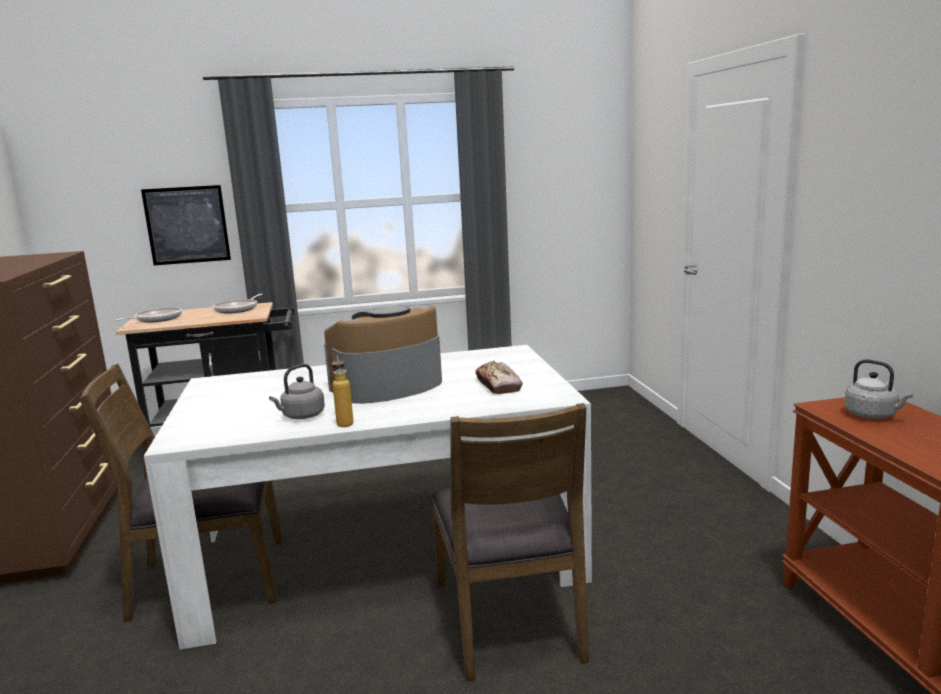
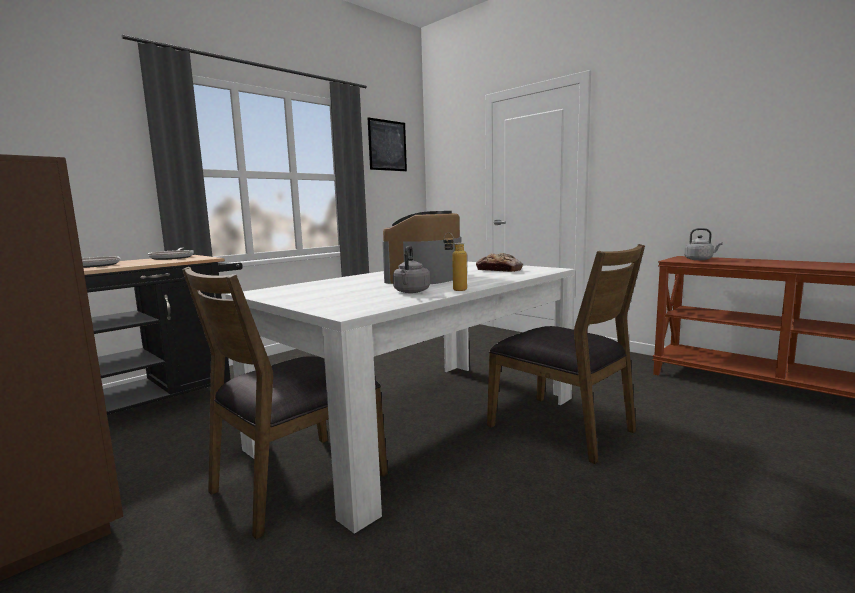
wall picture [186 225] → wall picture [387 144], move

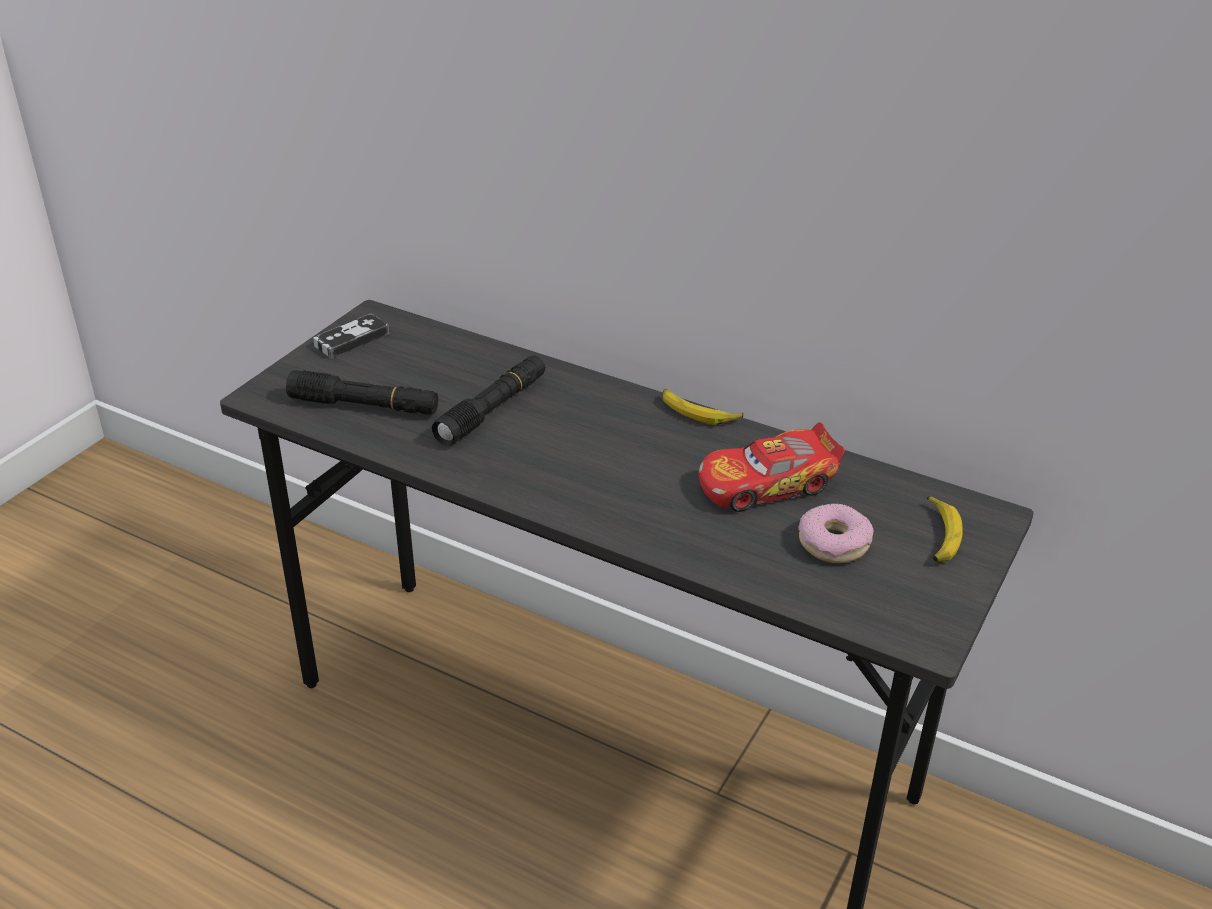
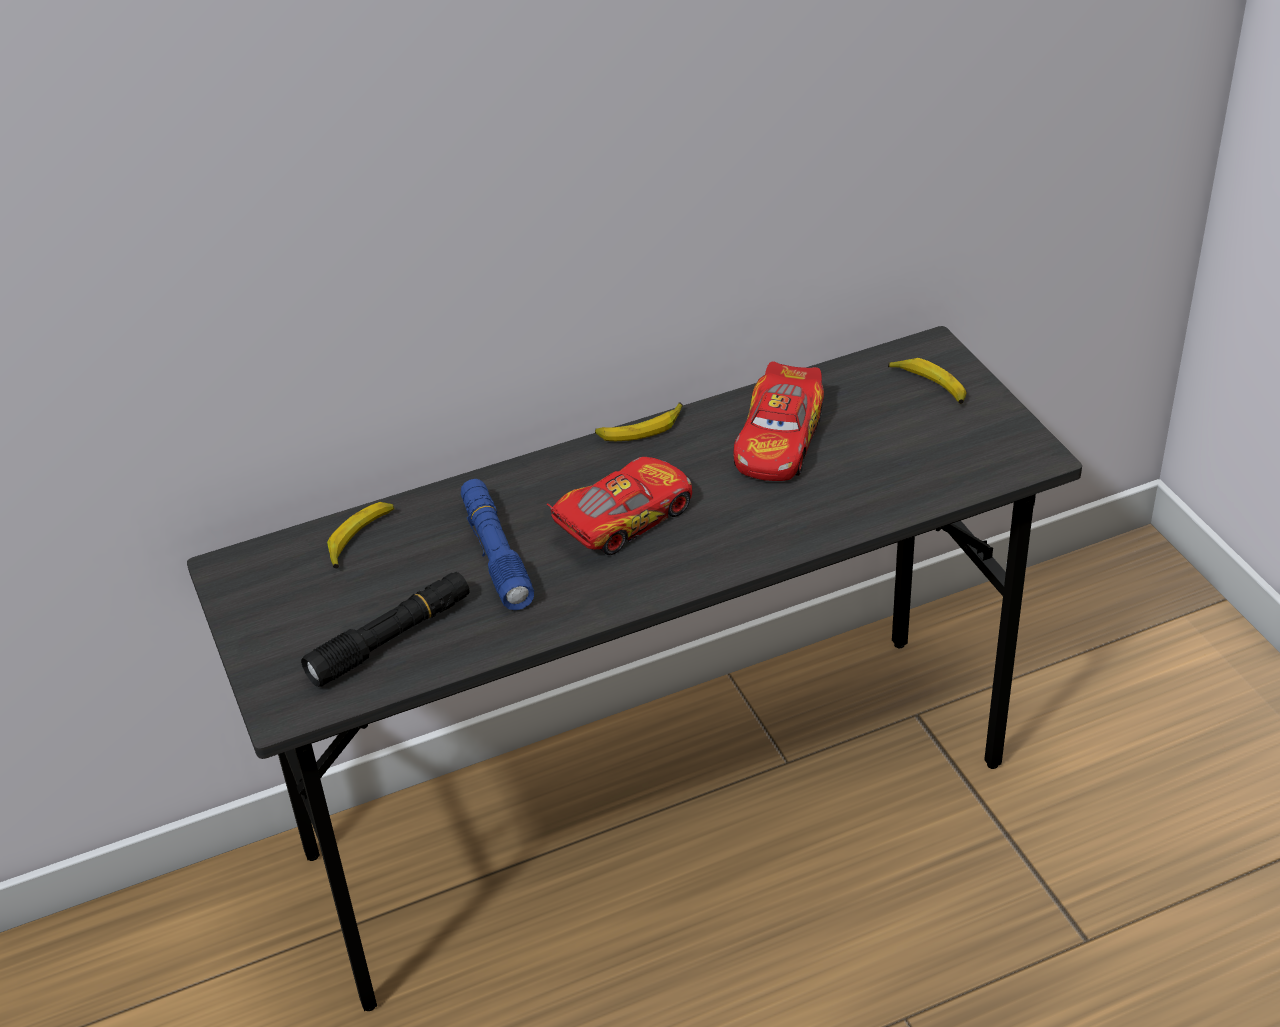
gamepad [351 336] → -
black flashlight [488 401] → blue flashlight [497 544]
ring doughnut [836 533] → -
- → toy car [619 506]
- → whole banana [361 535]

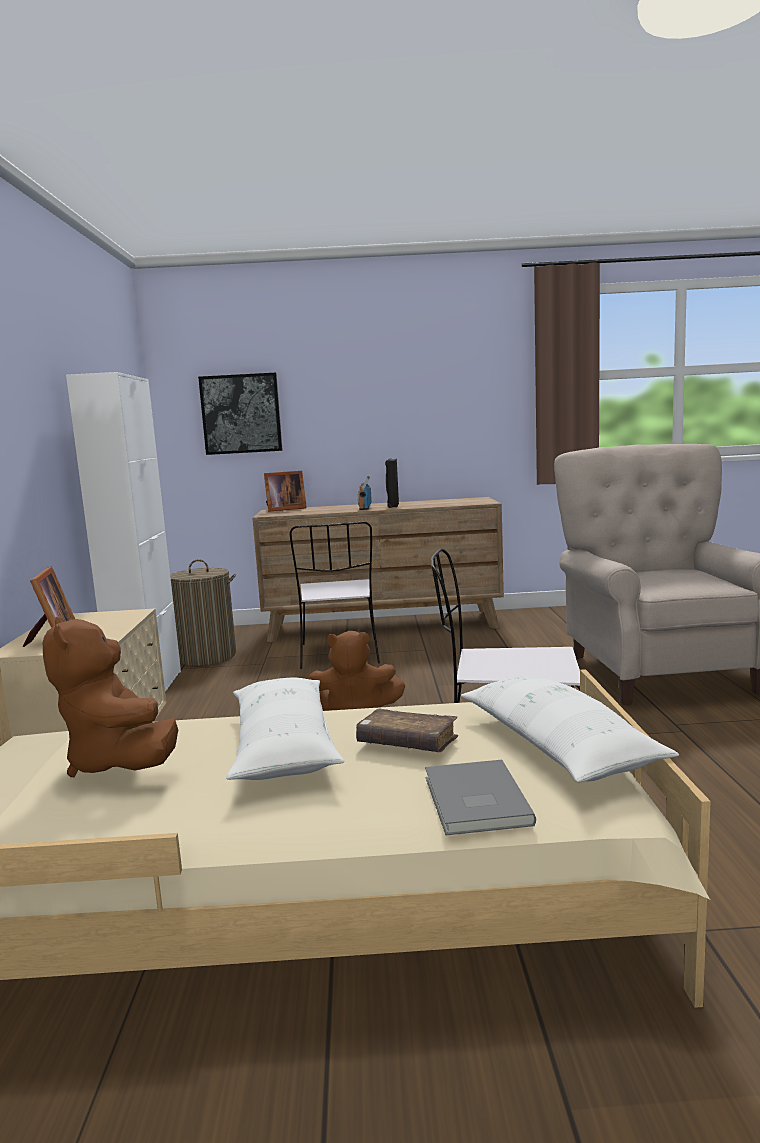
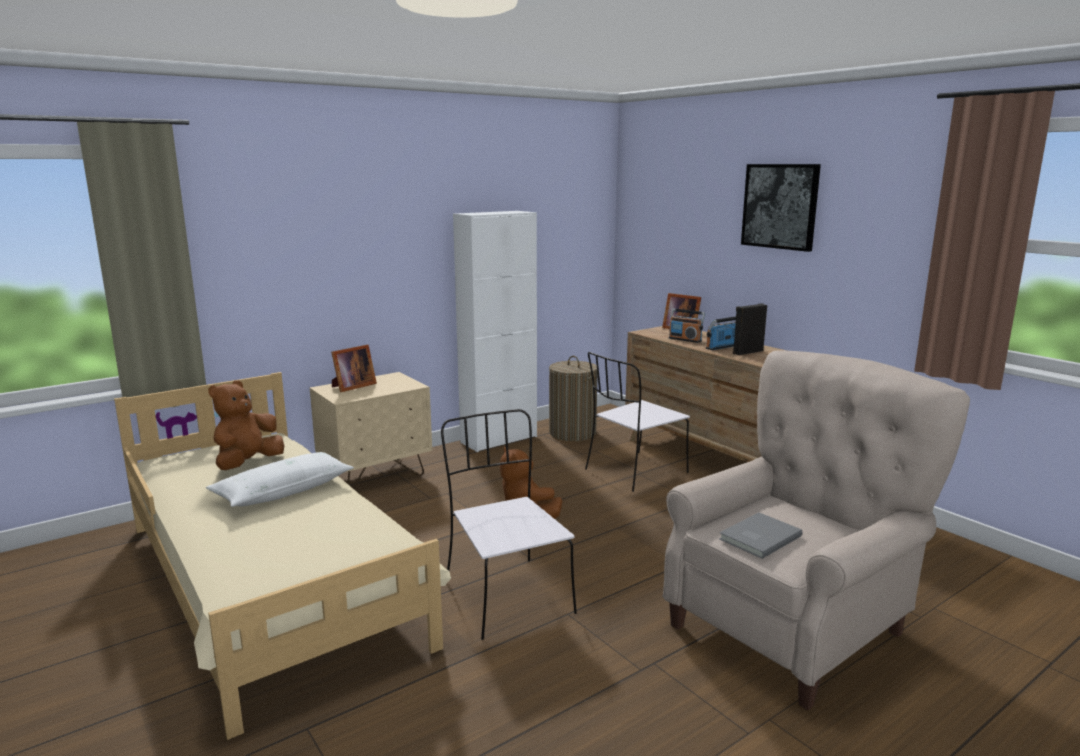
wall picture [240 414] → wall picture [781 208], move
white-coloured pillow [570 729] → -
brown-coloured volume [407 730] → -
greyish volume [480 797] → greyish volume [761 535], move
- → radio set [687 325]

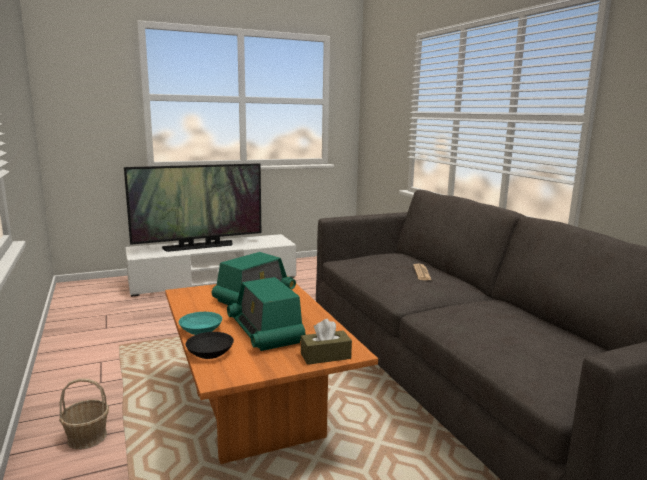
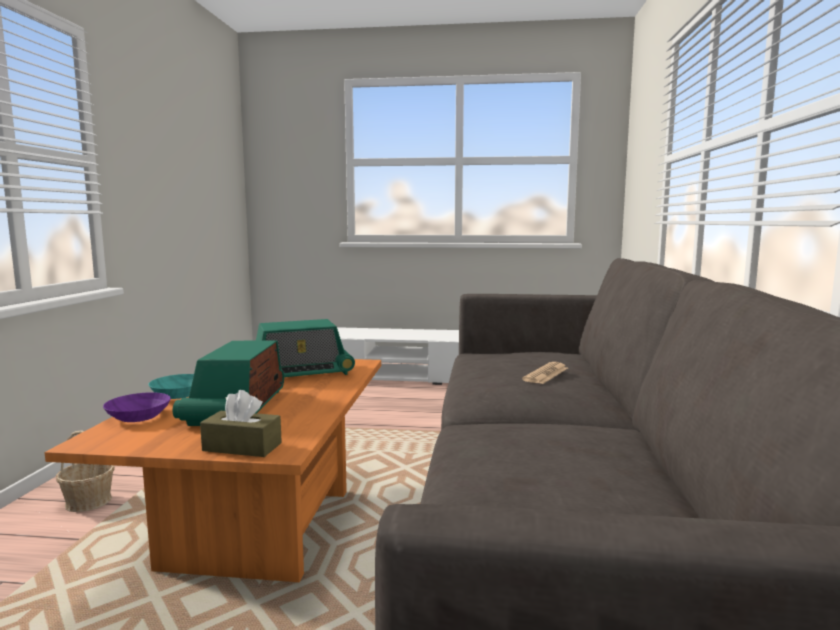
TV set [192 207] → -
black serving bowl [209 345] → purple serving bowl [137 407]

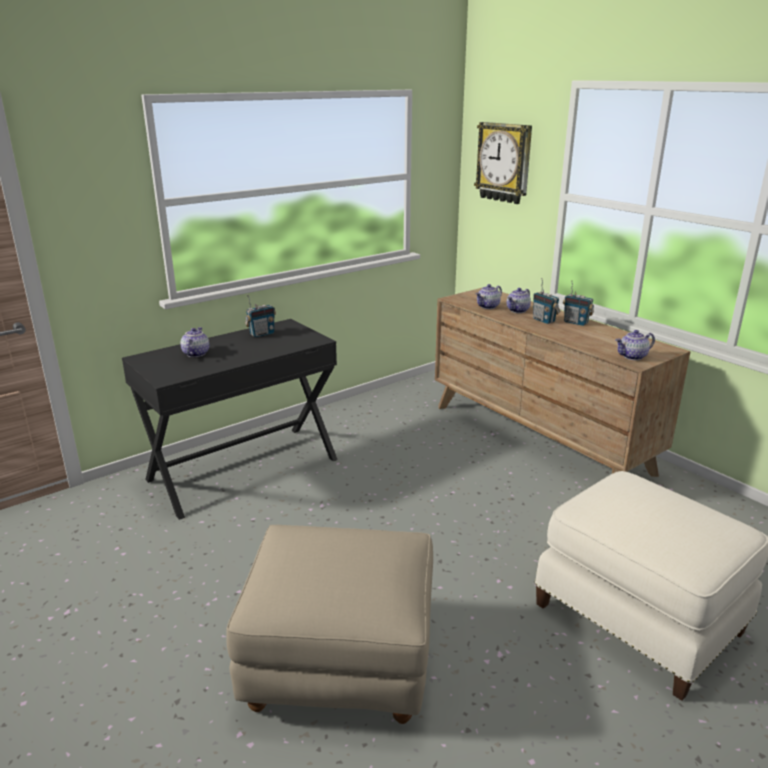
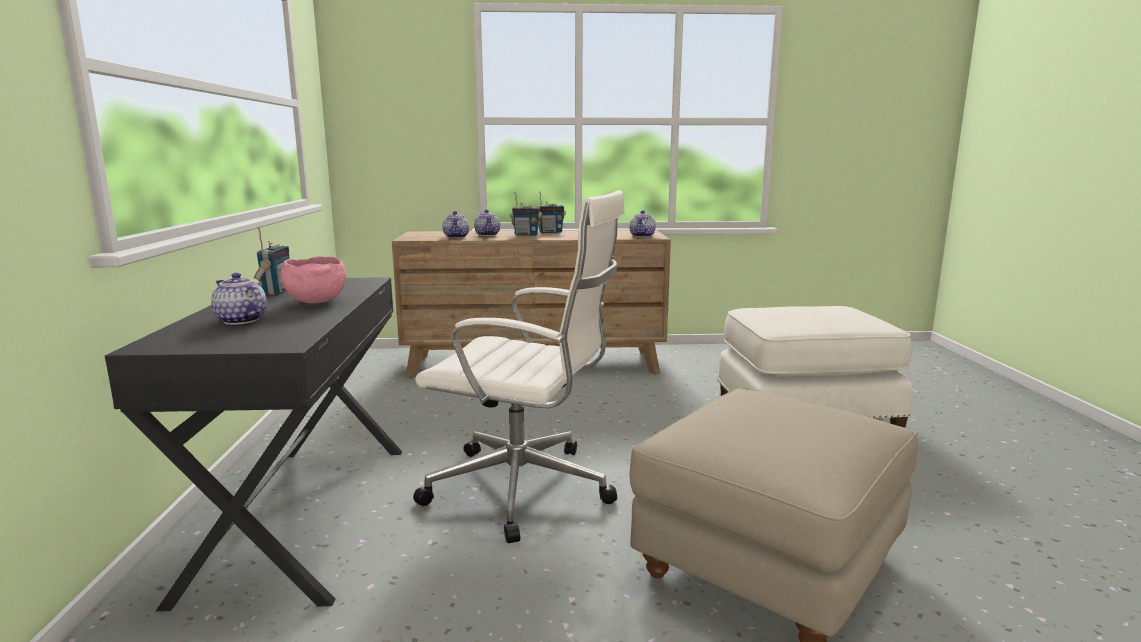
wall clock [503 163] → -
- → white-coloured desk chair [519 366]
- → pink-coloured serving bowl [313 279]

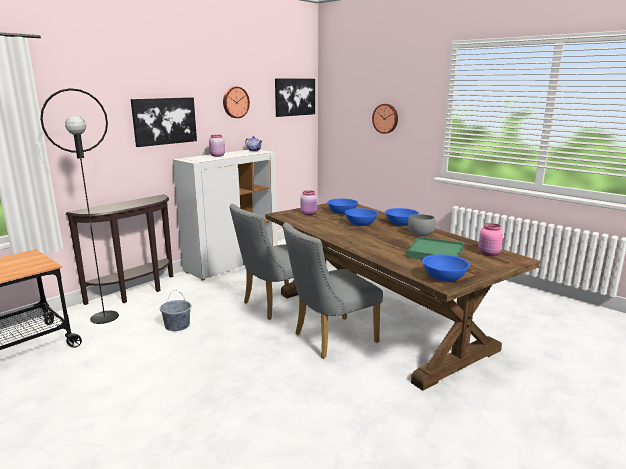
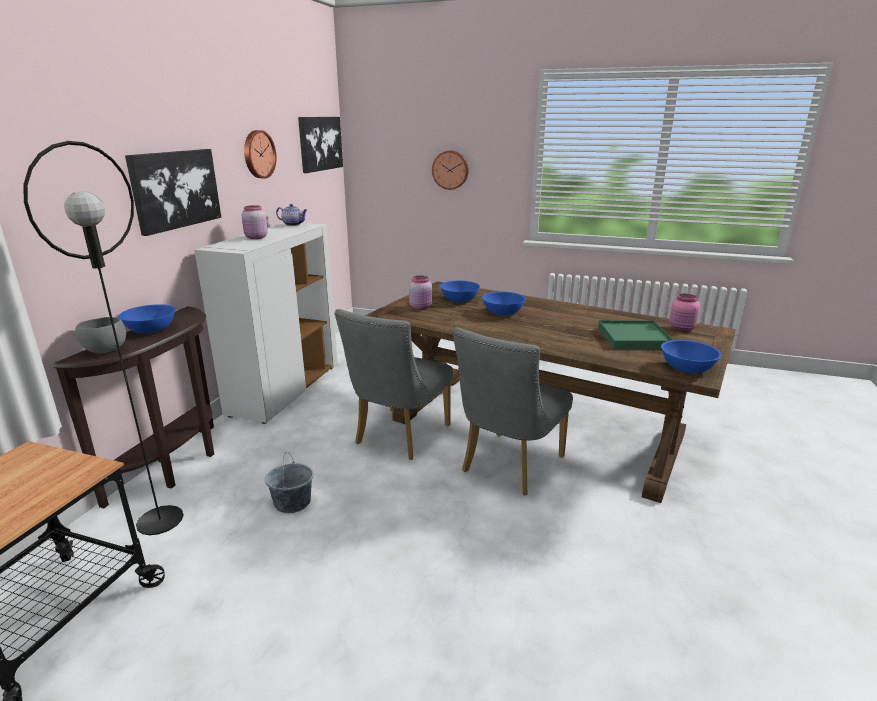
blue serving bowl [402 217] → blue serving bowl [147 319], move
greyish serving bowl [422 225] → greyish serving bowl [100 335], move

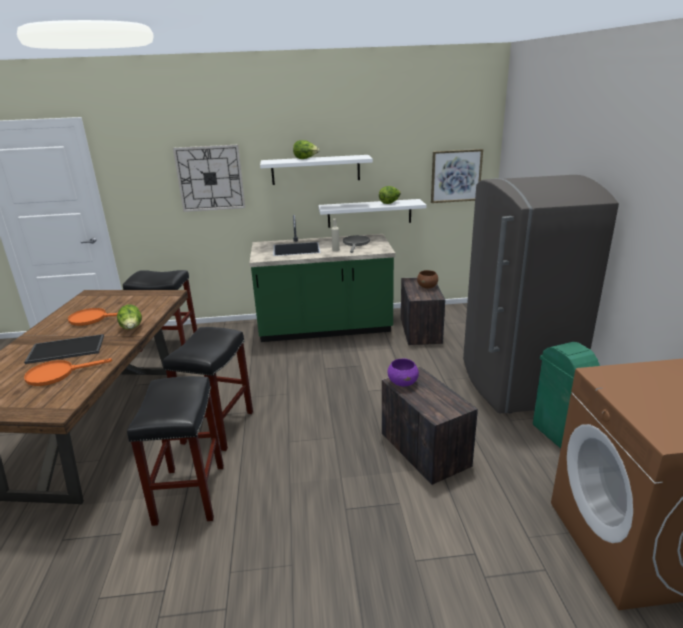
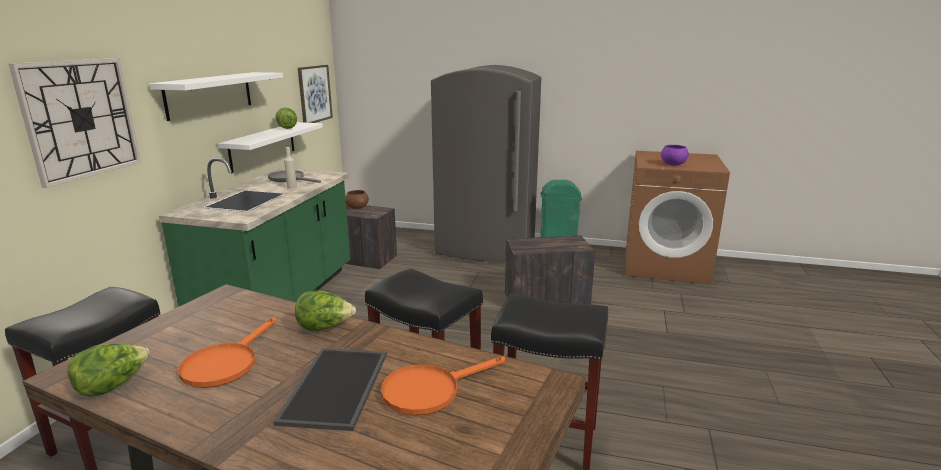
lettuce [306 149] → lettuce [108 370], move
orange frying pan [68 372] → orange frying pan [443 386], 60 degrees clockwise
purple serving bowl [403 372] → purple serving bowl [675 155], move

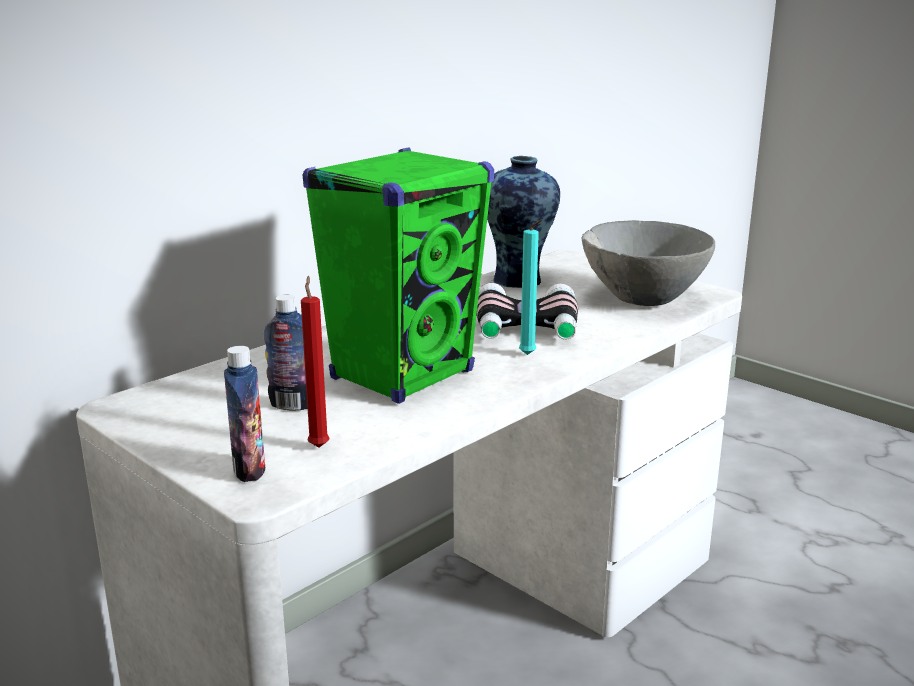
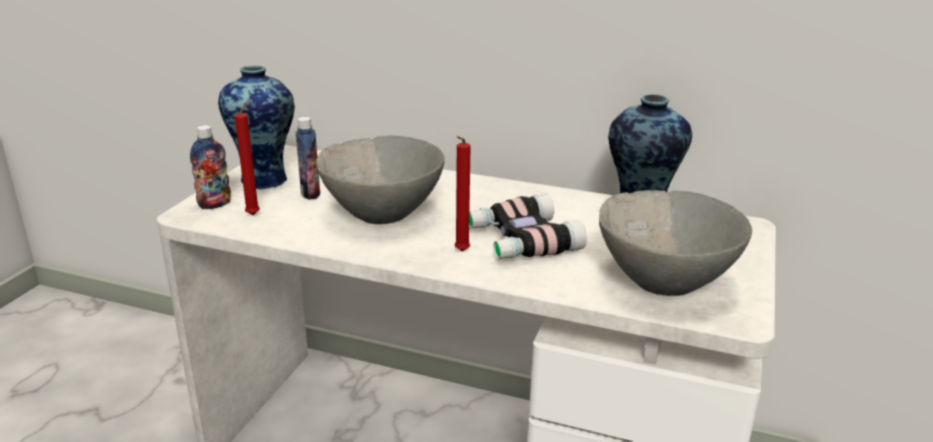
greenish loudspeaker [398 275] → greyish serving bowl [380 179]
turquoise wax candle [530 287] → red-coloured wax candle [463 193]
- → vase [256 128]

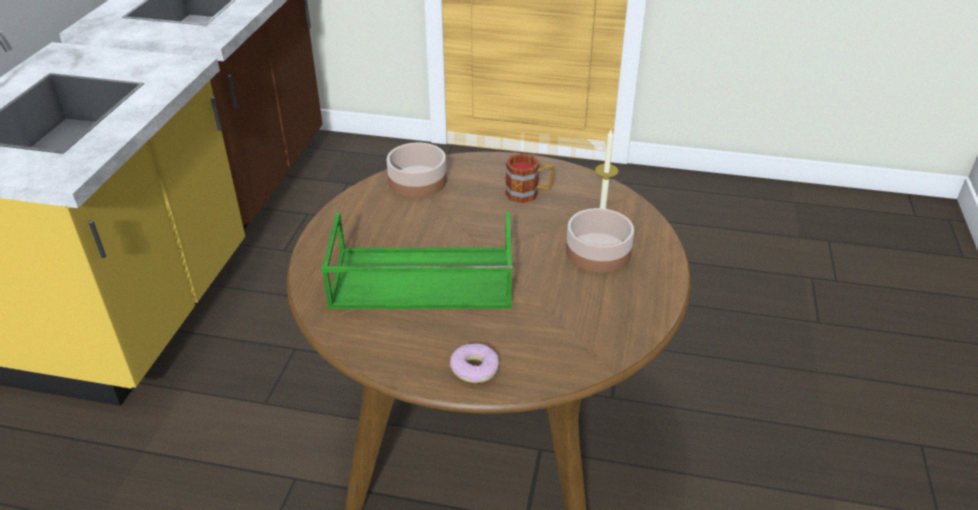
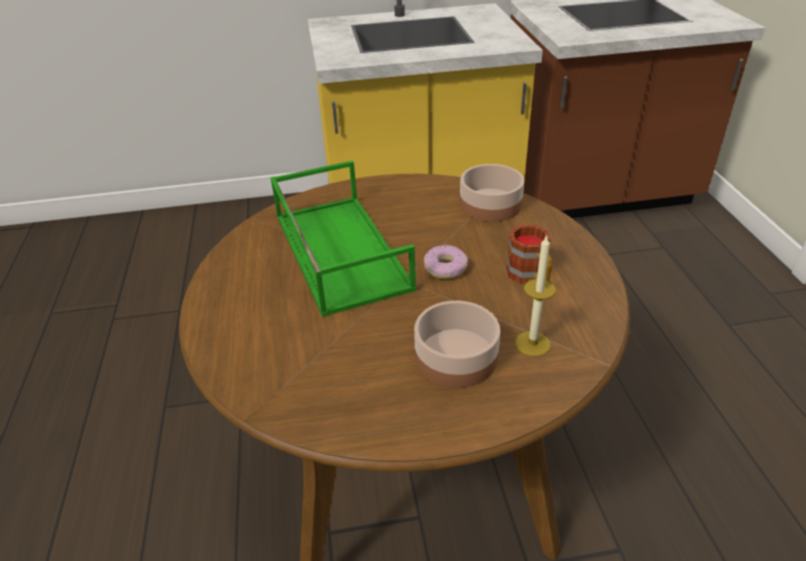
ring doughnut [475 363] → ring doughnut [446 262], move

